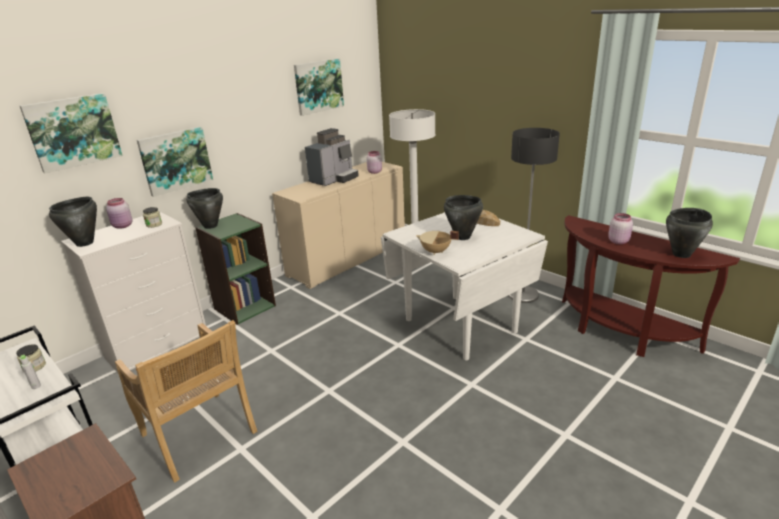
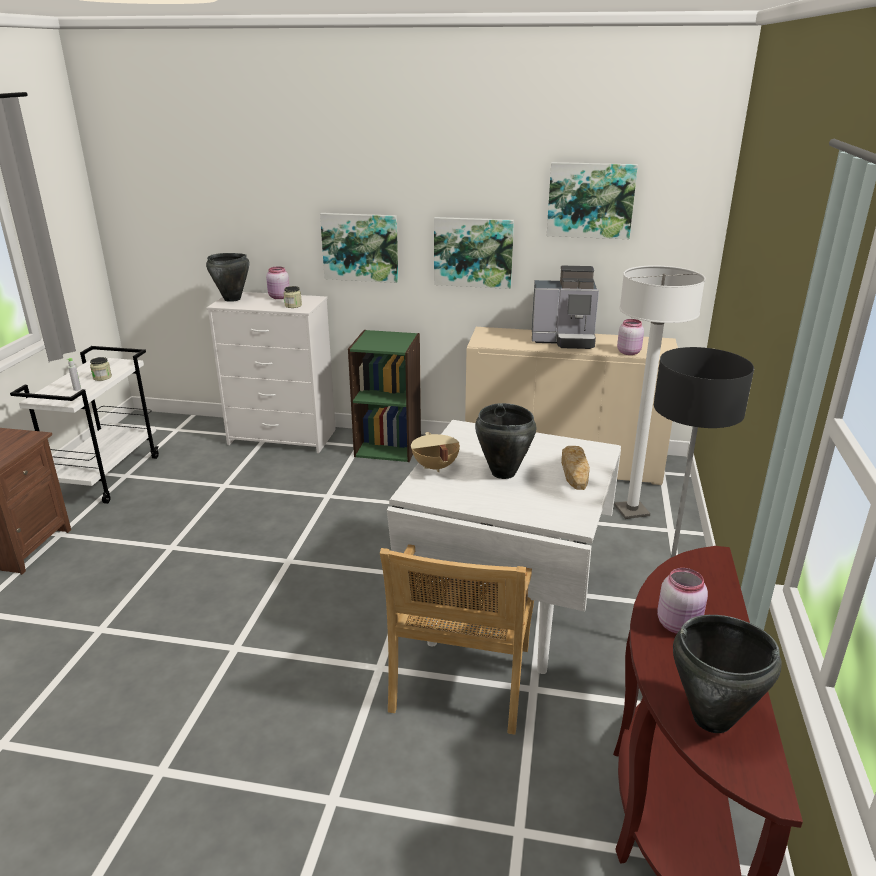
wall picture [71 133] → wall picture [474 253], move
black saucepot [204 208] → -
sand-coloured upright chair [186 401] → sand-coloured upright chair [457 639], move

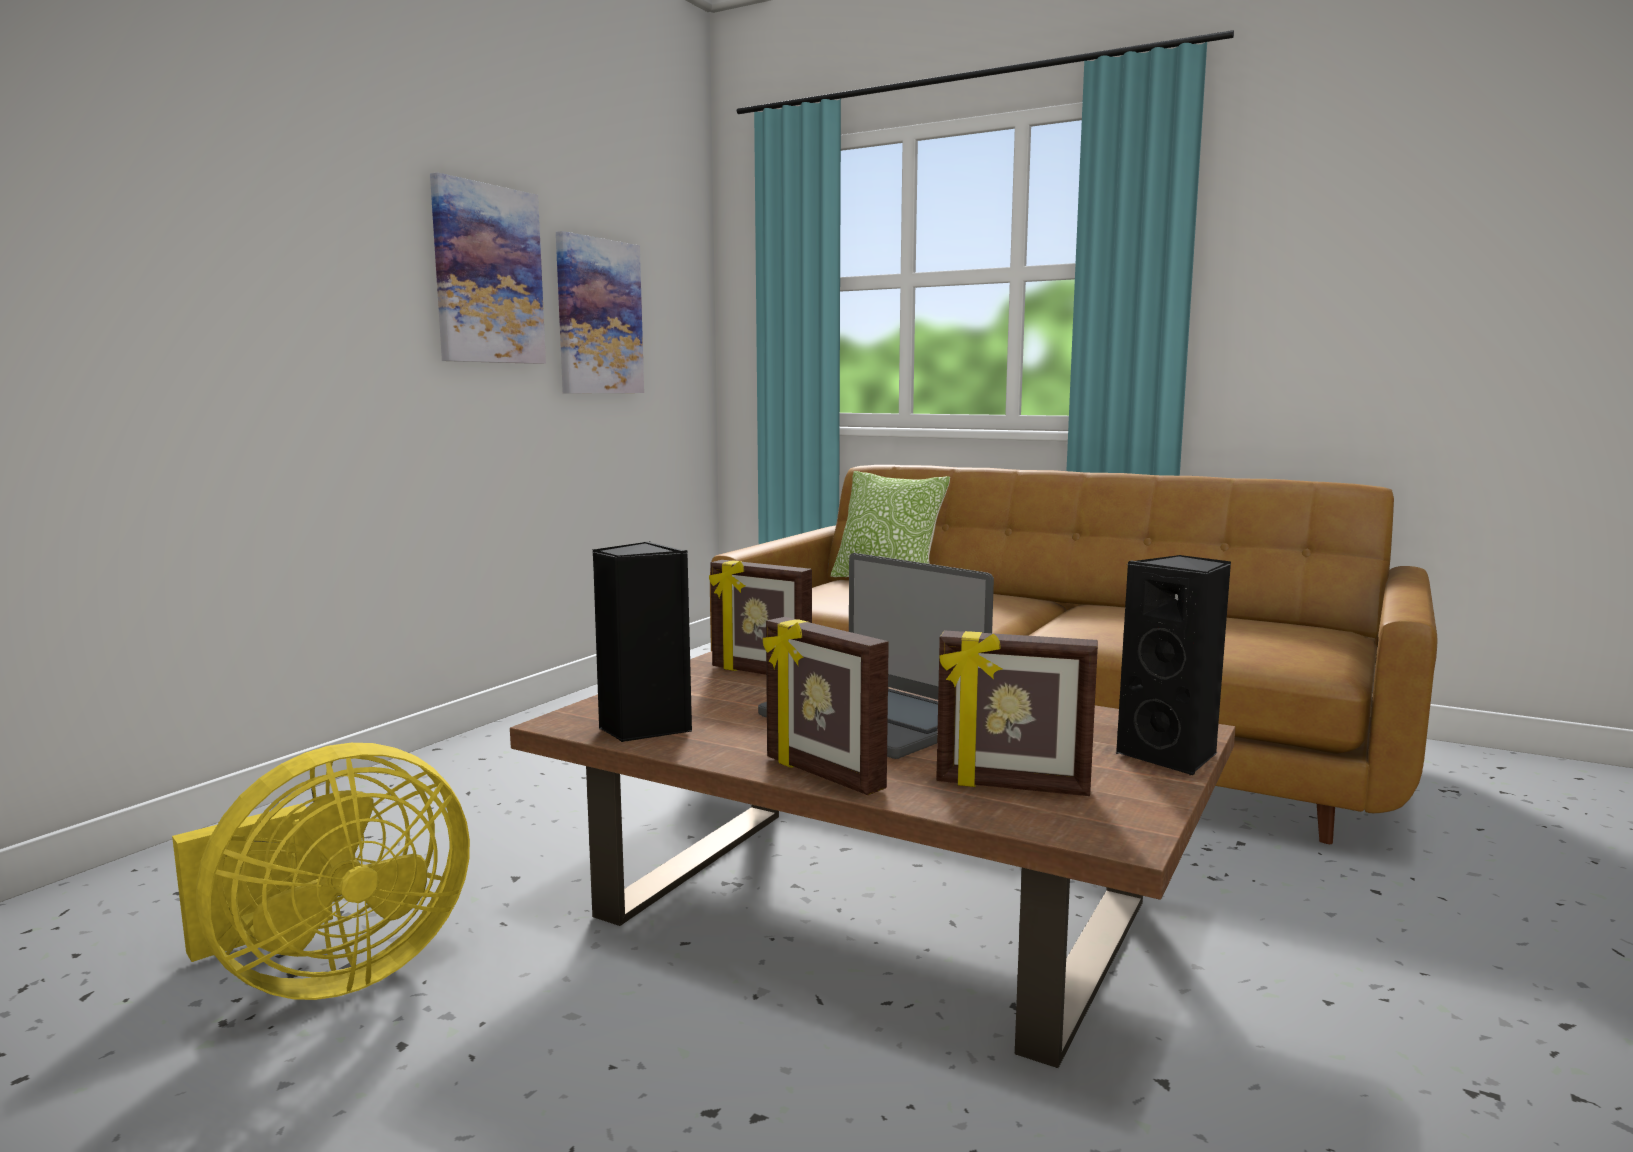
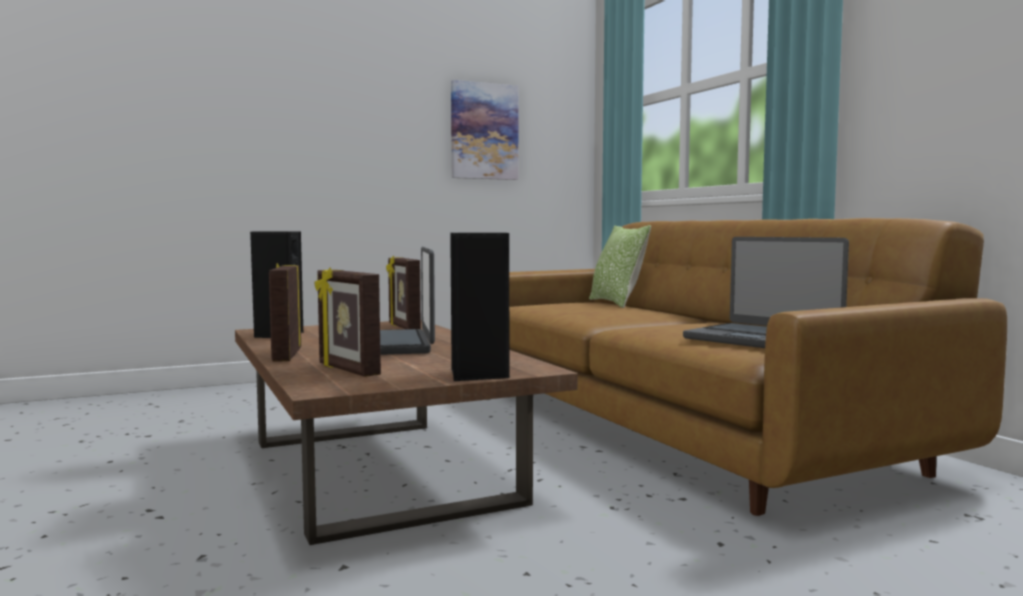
wall picture [488 268] → -
yellow-coloured electric fan [321 871] → -
- → notebook computer [766 292]

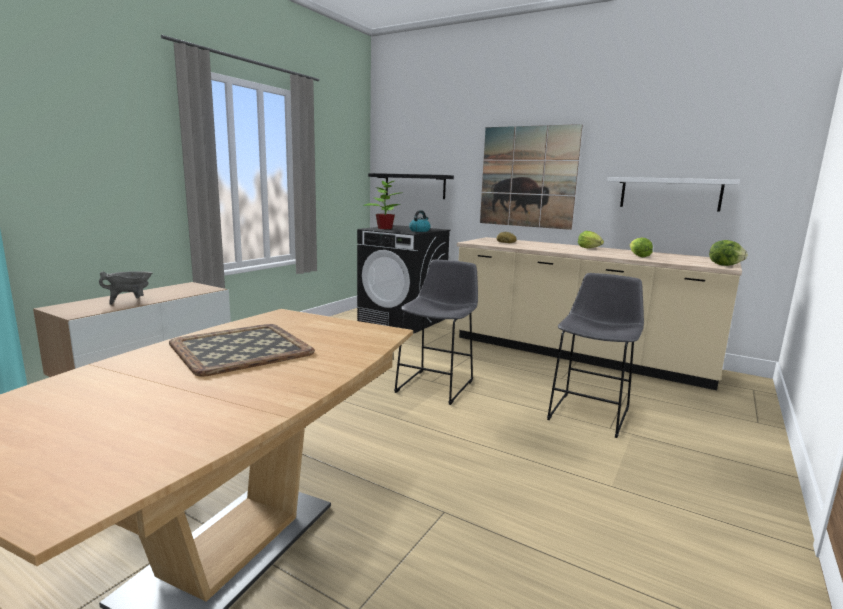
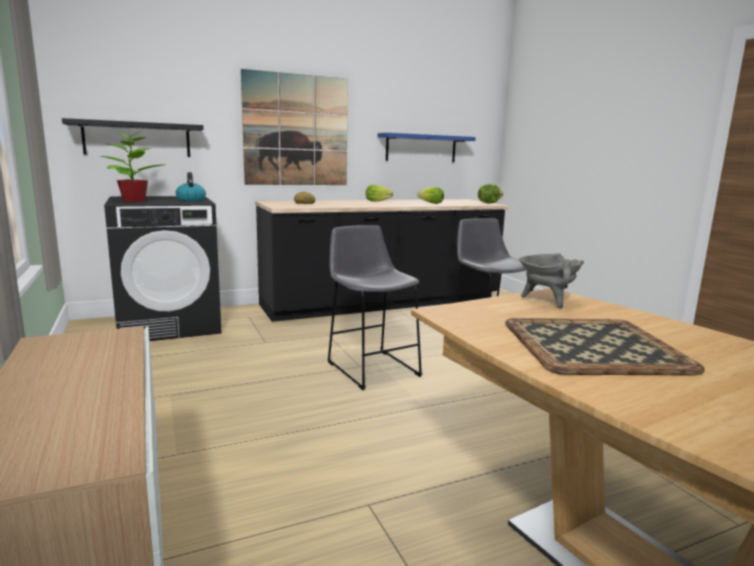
white-coloured shelf [673 194] → blue shelf [427 147]
sand-coloured kitchen counter [598 313] → black kitchen counter [382 260]
greyish saucepot [125 288] → greyish saucepot [551 281], move

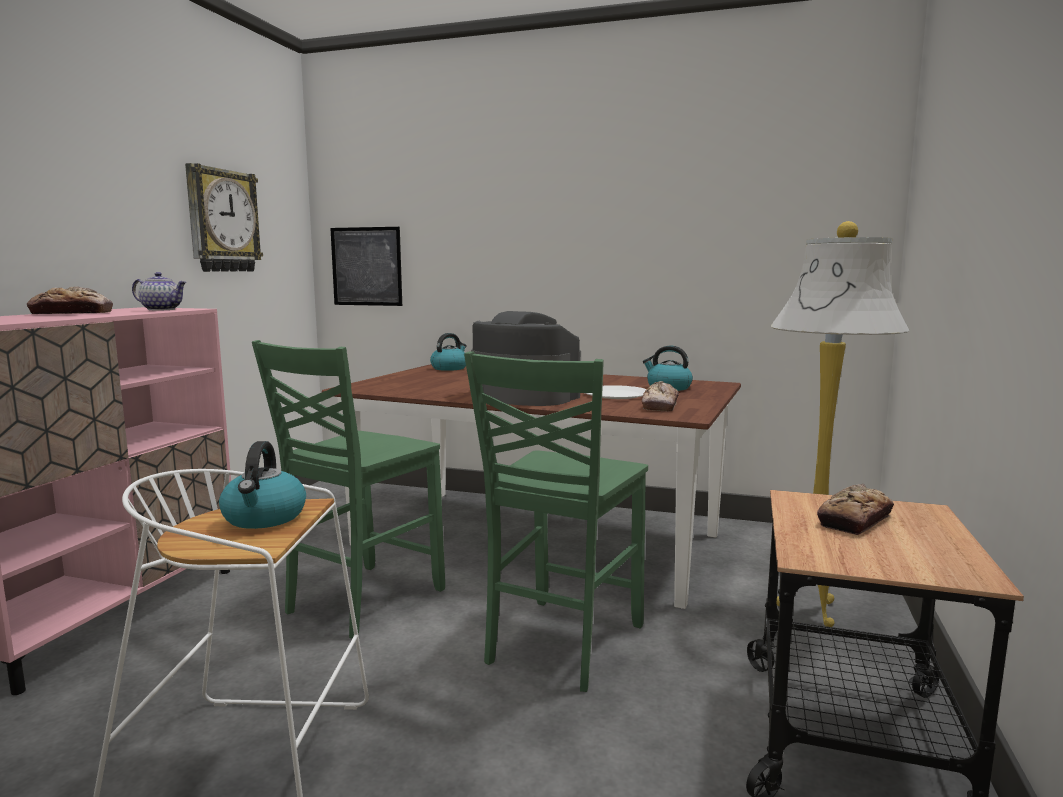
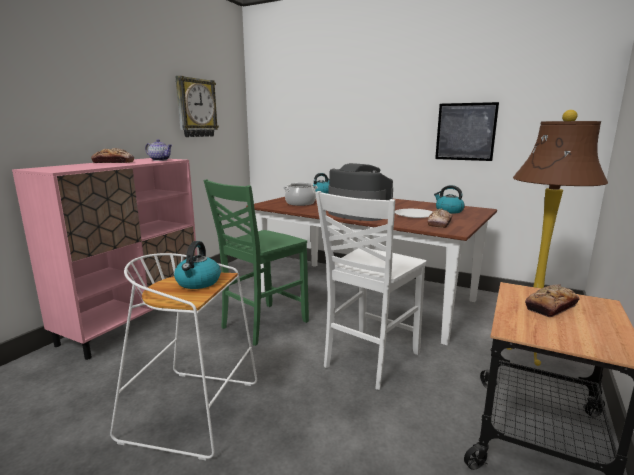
white-coloured standing lamp [840 424] → brown-coloured standing lamp [557 238]
wall picture [366 266] → wall picture [467 131], move
greenish upright chair [556 521] → white-coloured upright chair [371 290]
- → saucepot [300 194]

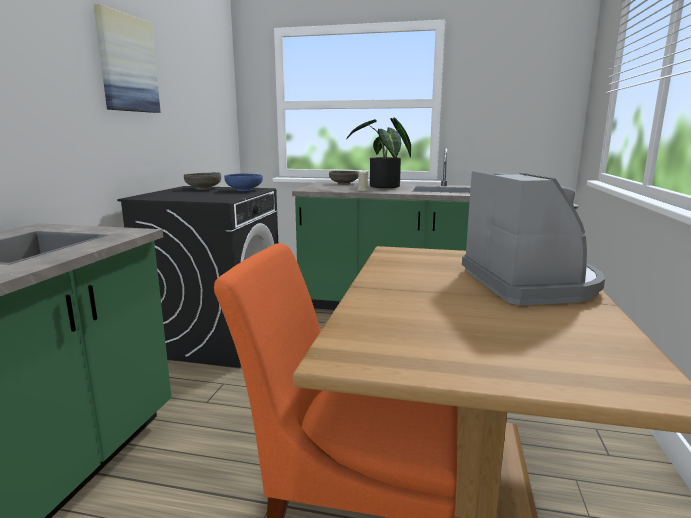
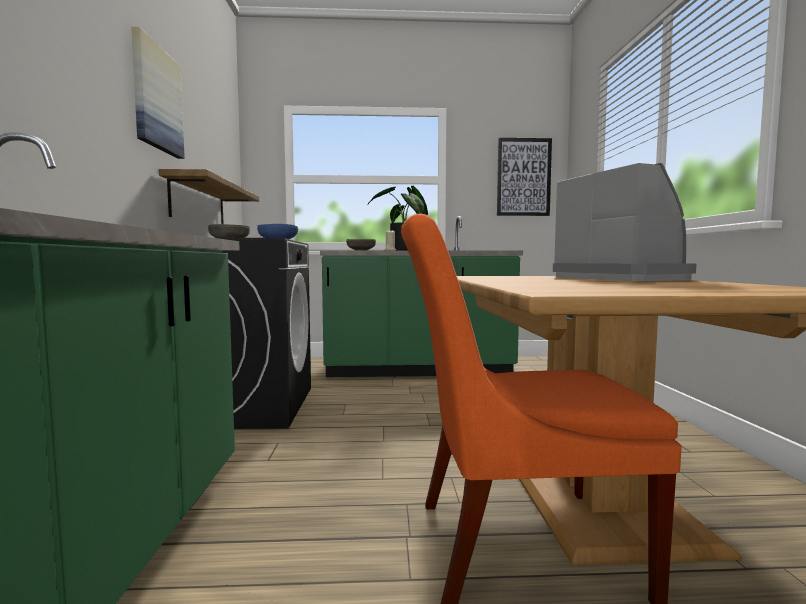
- → wall picture [524 177]
- → shelf [209 196]

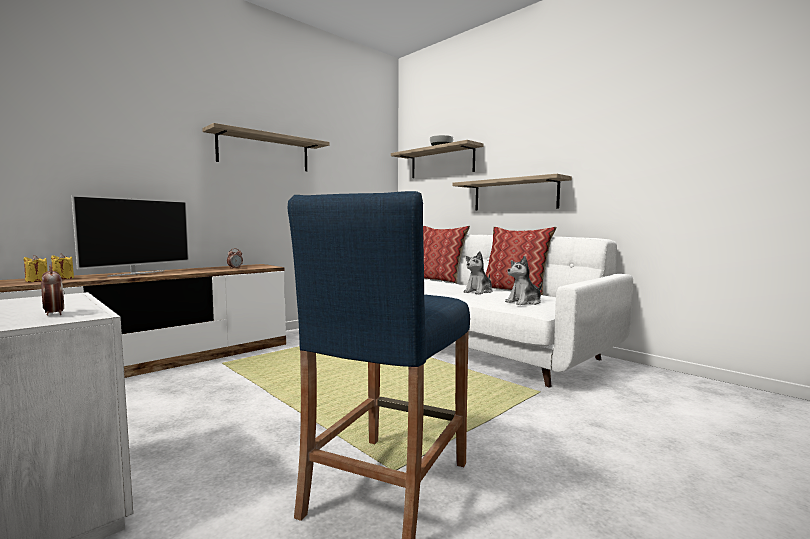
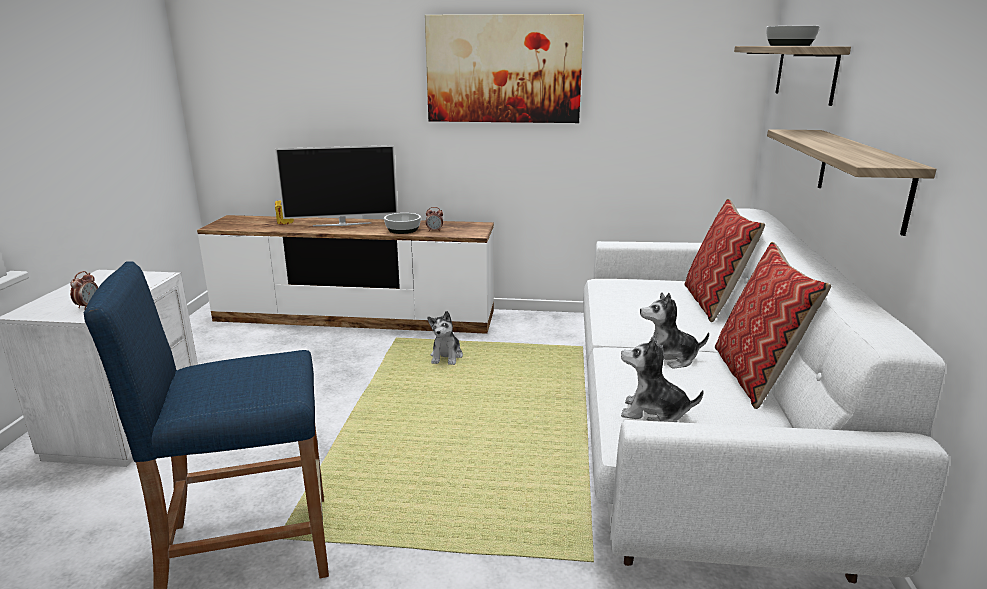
shelf [266 147] → wall picture [504 68]
yellow-coloured wax candle [36 268] → -
- → serving bowl [402 223]
- → cuddly toy [445 338]

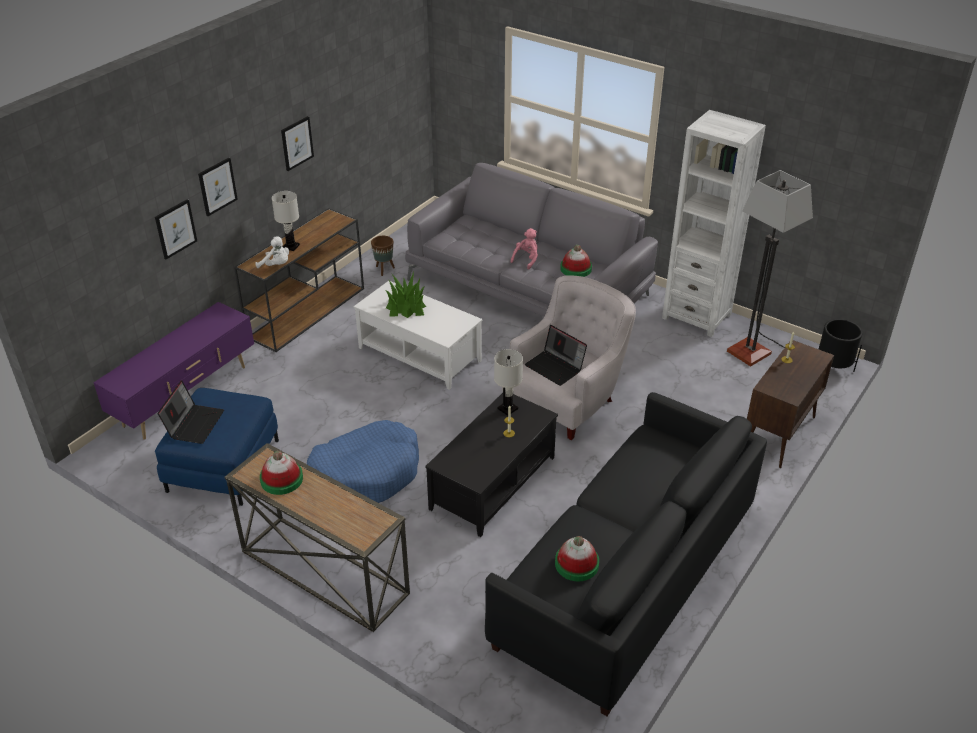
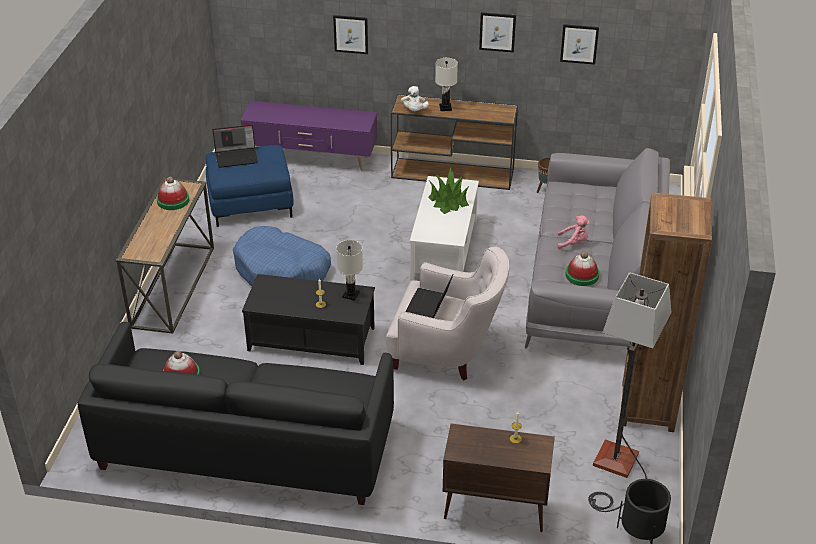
white-coloured bookcase [714 223] → brown-coloured bookcase [667 312]
wall picture [218 187] → wall picture [579 44], move

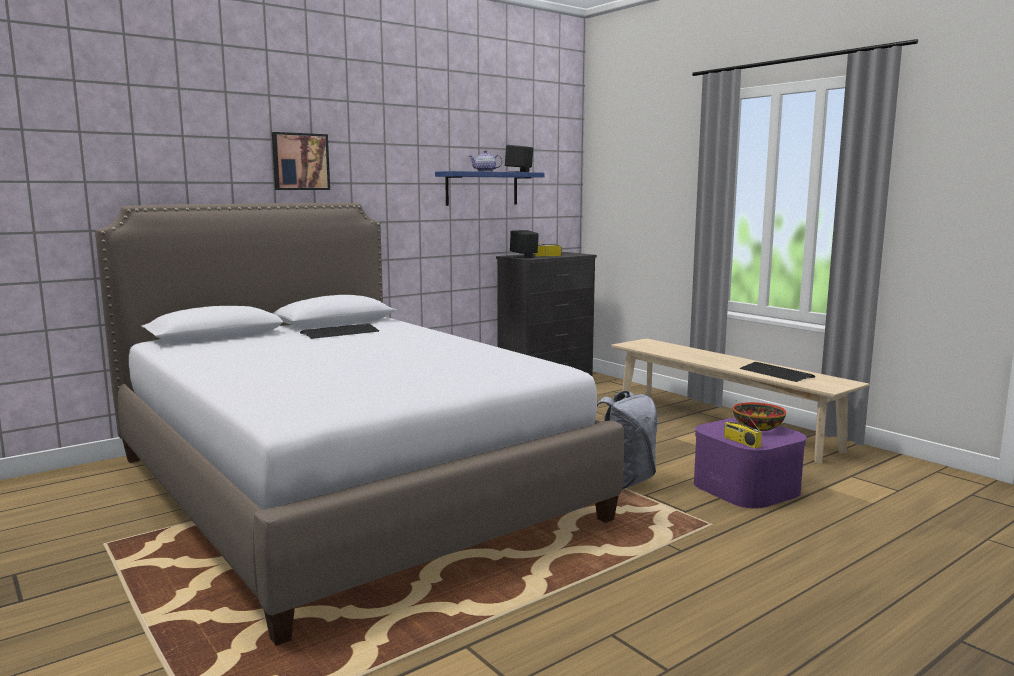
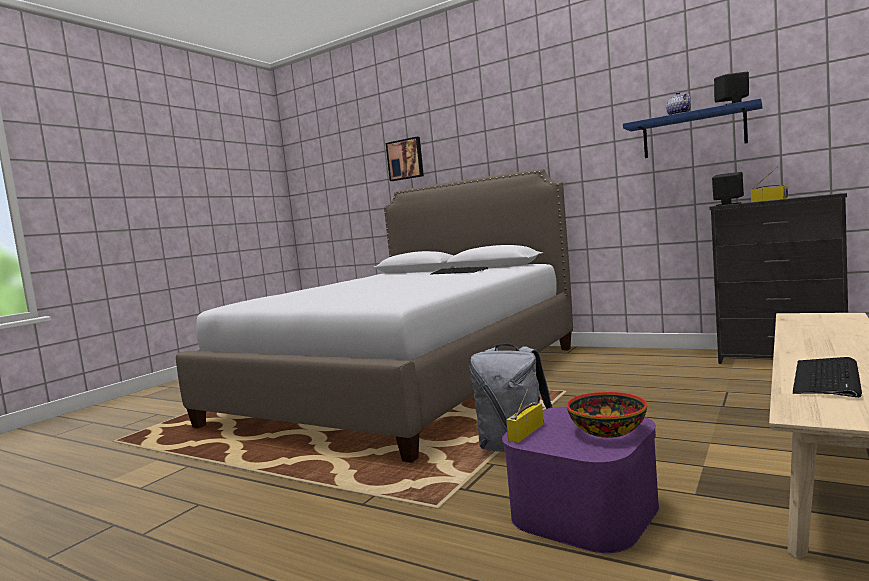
wall picture [301 161] → wall picture [405 159], move

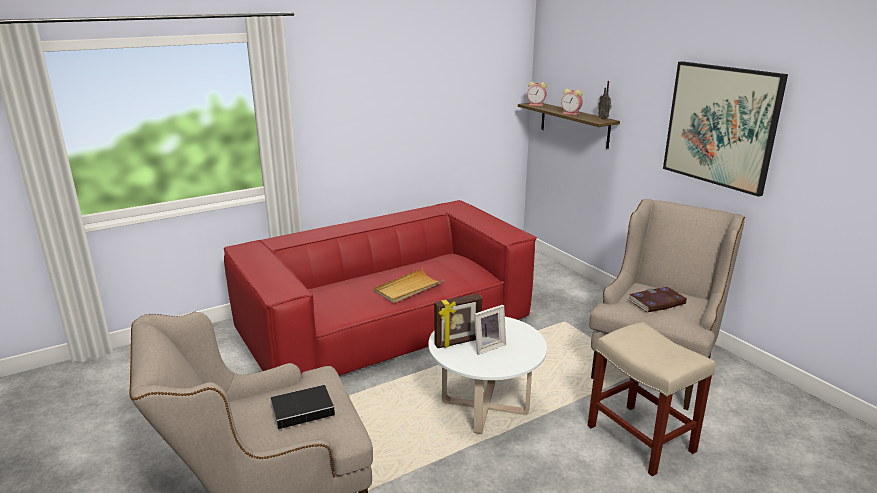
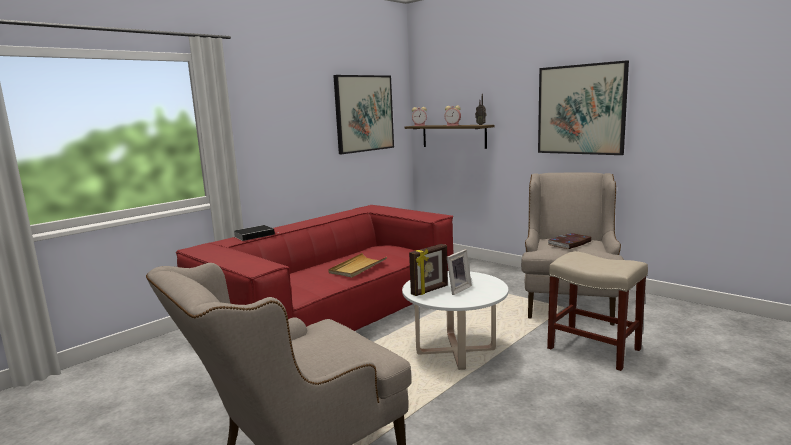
volume [304 407] → volume [256 233], move
- → wall picture [363 114]

